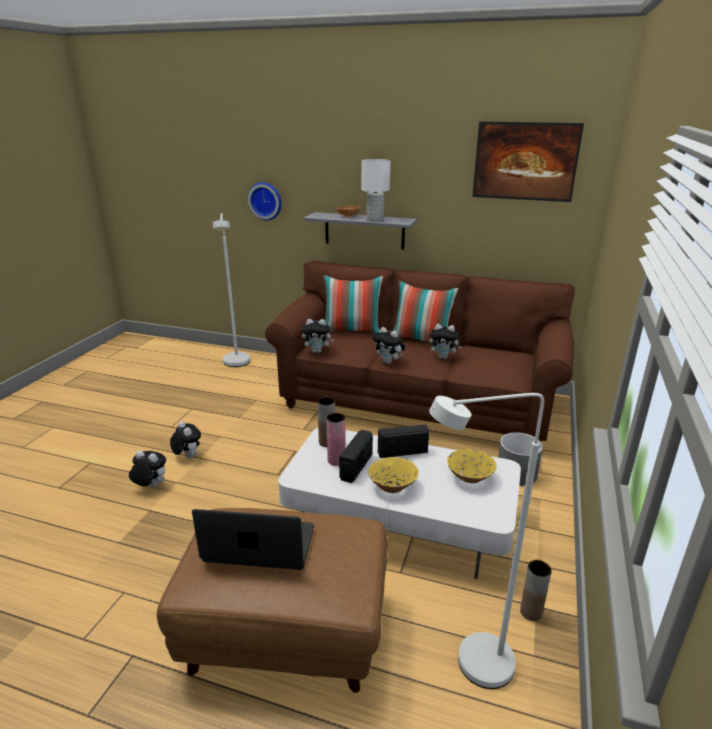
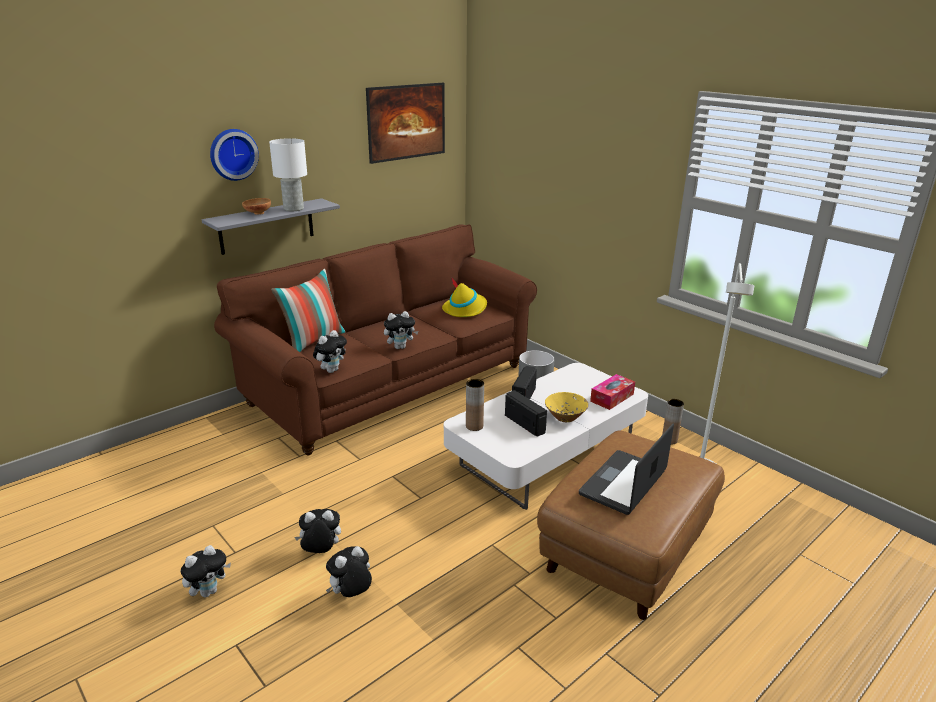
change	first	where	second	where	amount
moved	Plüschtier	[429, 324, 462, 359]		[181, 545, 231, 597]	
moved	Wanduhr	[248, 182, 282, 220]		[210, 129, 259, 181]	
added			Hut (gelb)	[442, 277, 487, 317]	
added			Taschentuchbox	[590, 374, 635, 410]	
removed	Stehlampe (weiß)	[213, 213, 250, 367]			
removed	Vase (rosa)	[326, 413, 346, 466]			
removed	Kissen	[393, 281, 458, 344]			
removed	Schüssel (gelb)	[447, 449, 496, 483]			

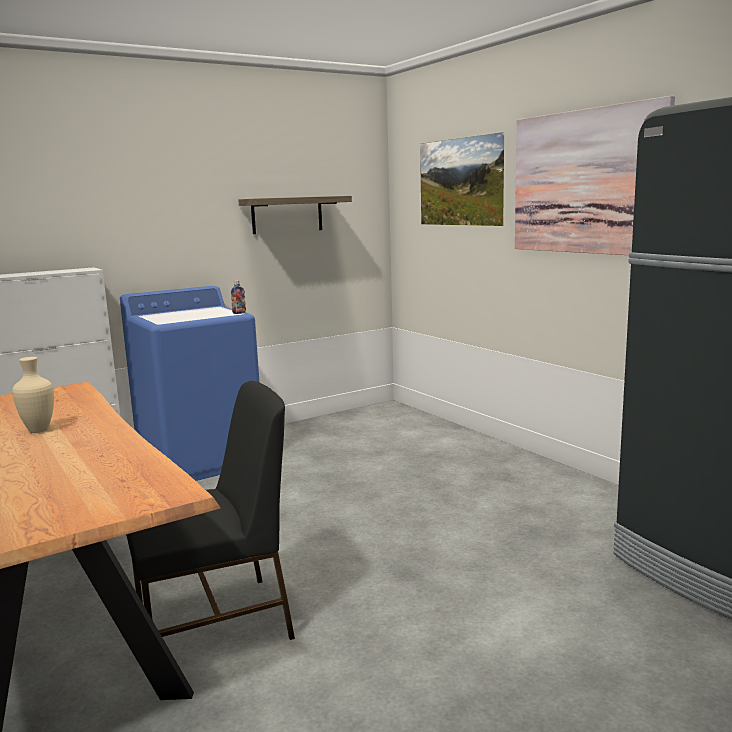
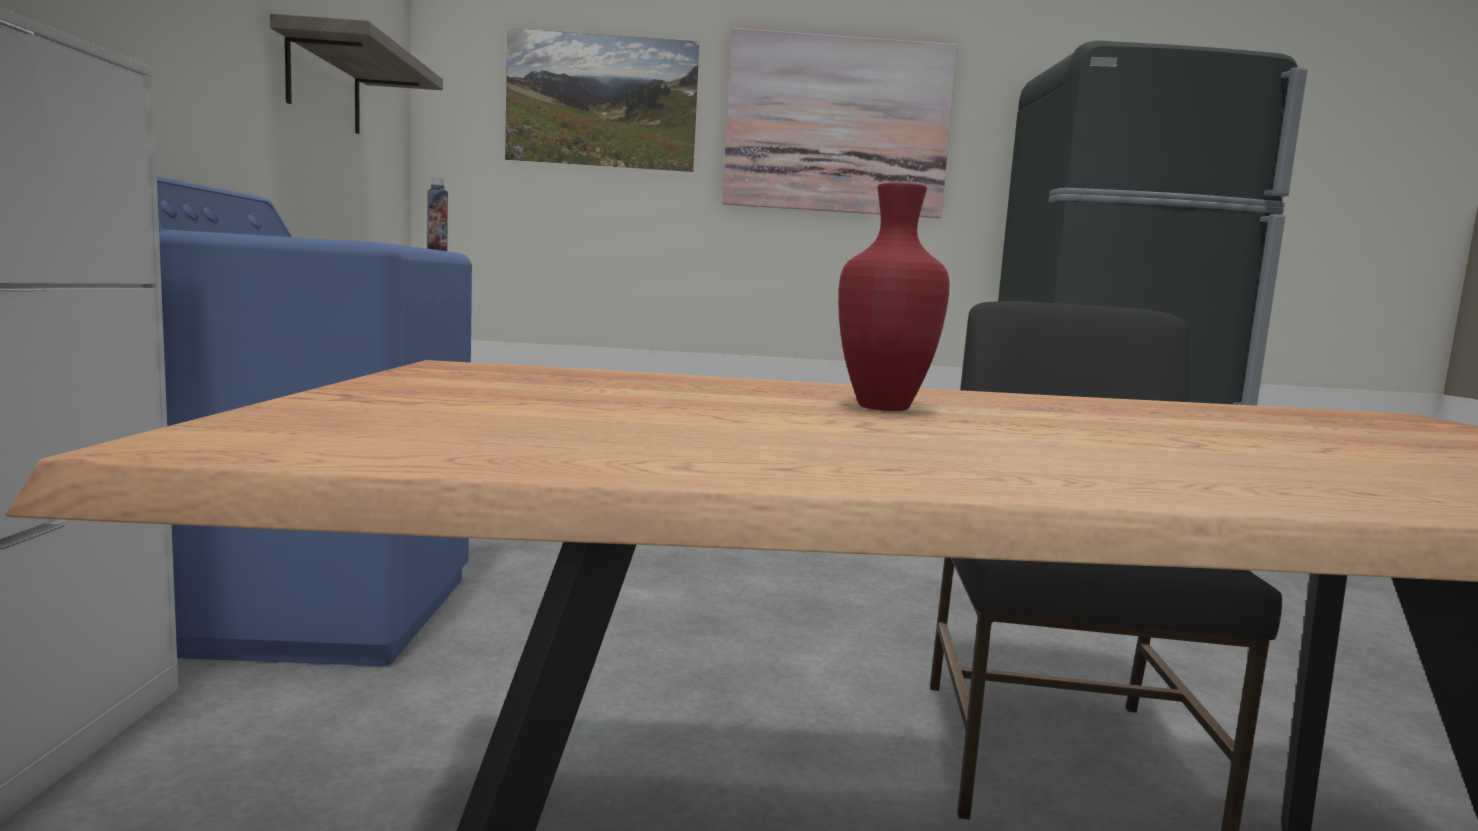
change	first	where	second	where	amount
recoloured	Vase (beige)	[12, 357, 54, 433]	Vase (rot)	[838, 183, 950, 411]	

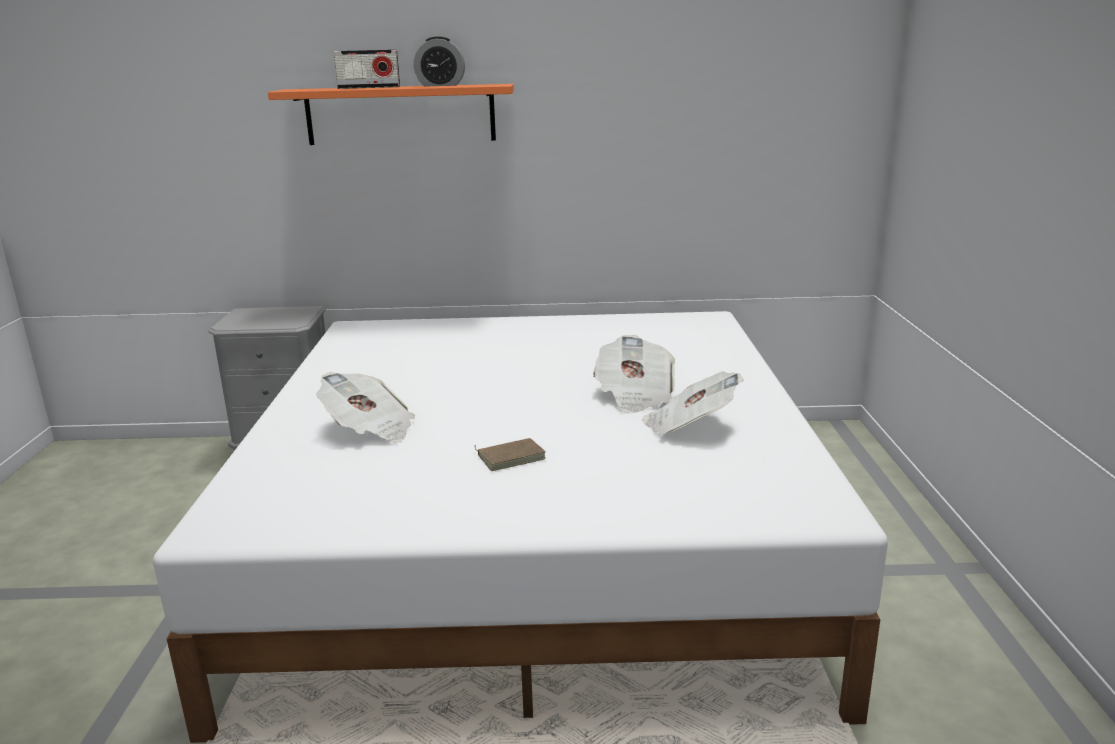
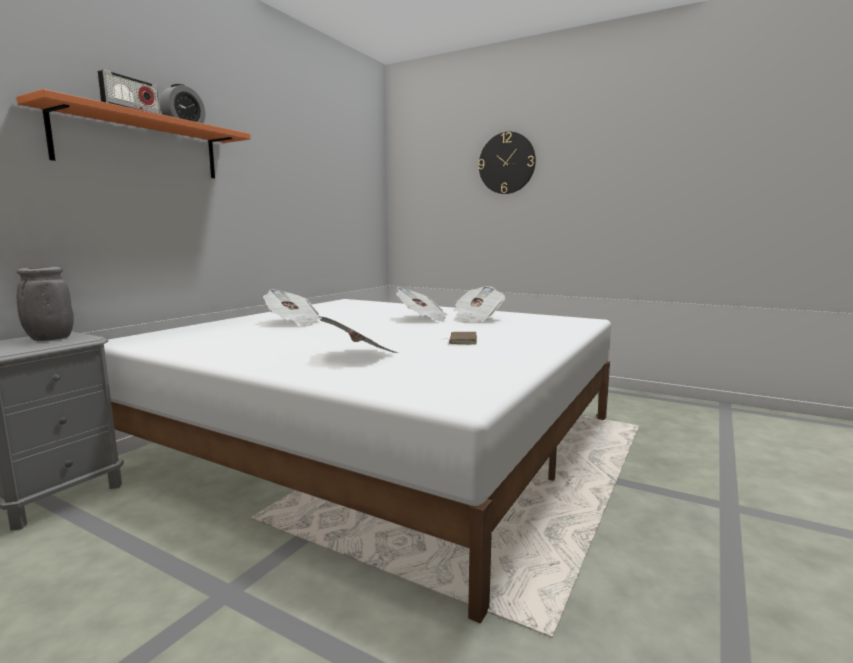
change	first	where	second	where	amount
added			Vase (grau)	[17, 267, 74, 341]	
added			Zeitung	[263, 289, 322, 327]	
added			Wanduhr	[478, 132, 536, 194]	

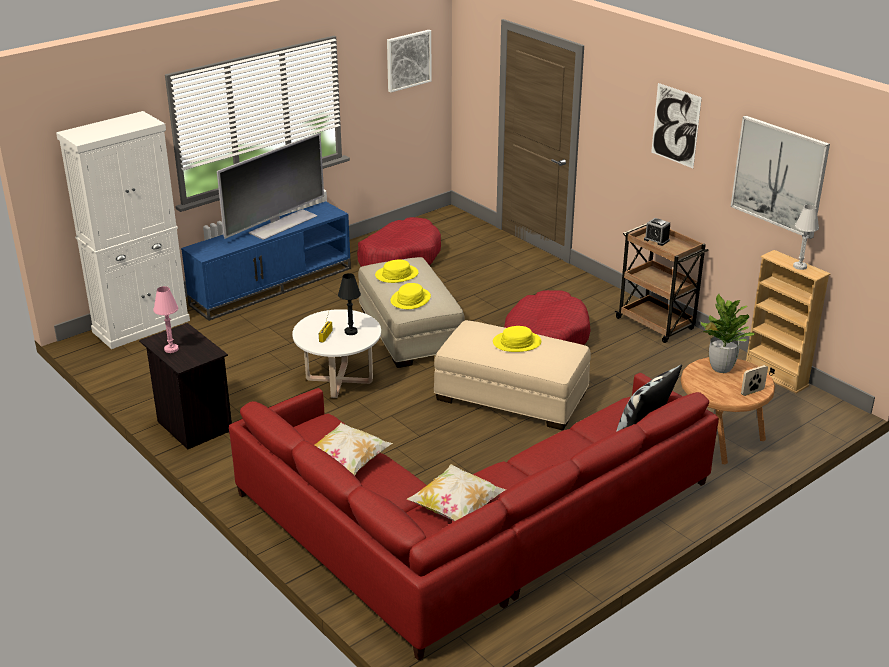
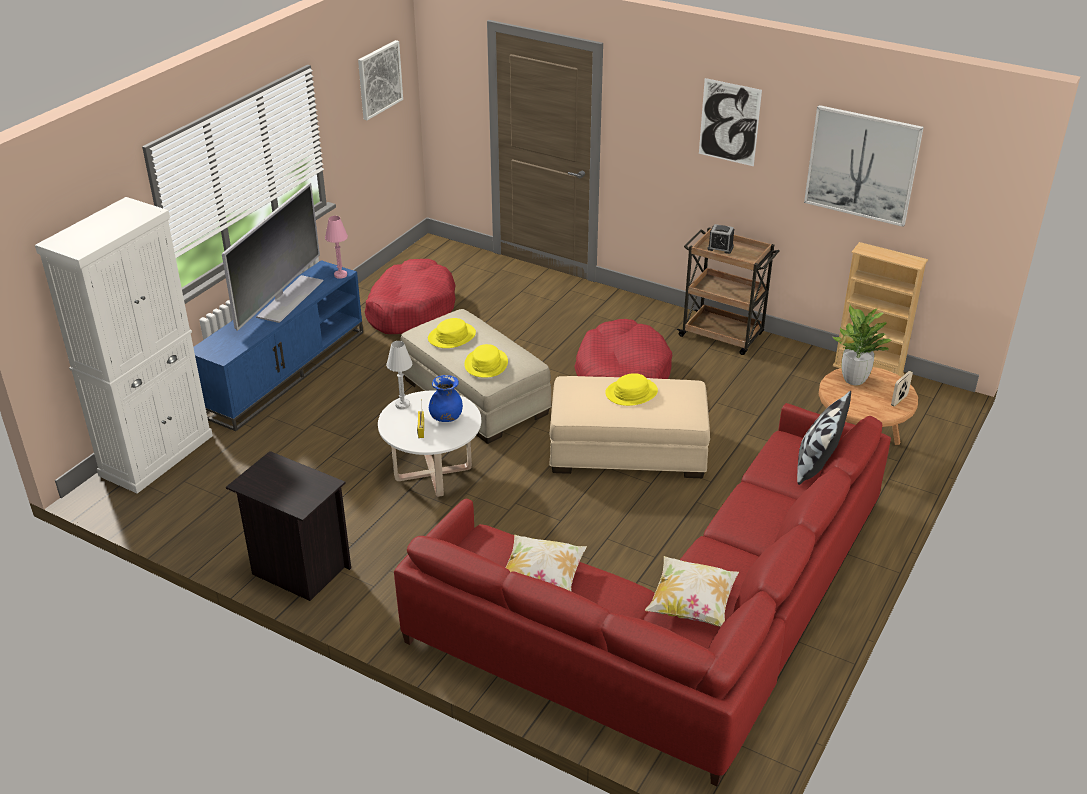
change	first	where	second	where	amount
moved	Tischlampe (rosa)	[153, 286, 179, 353]		[325, 216, 348, 279]	
moved	Tischlampe (weiß)	[793, 205, 819, 270]		[386, 341, 412, 409]	
replaced	Tischlampe (schwarz)	[338, 273, 361, 335]	Vase (blau)	[429, 375, 463, 422]	

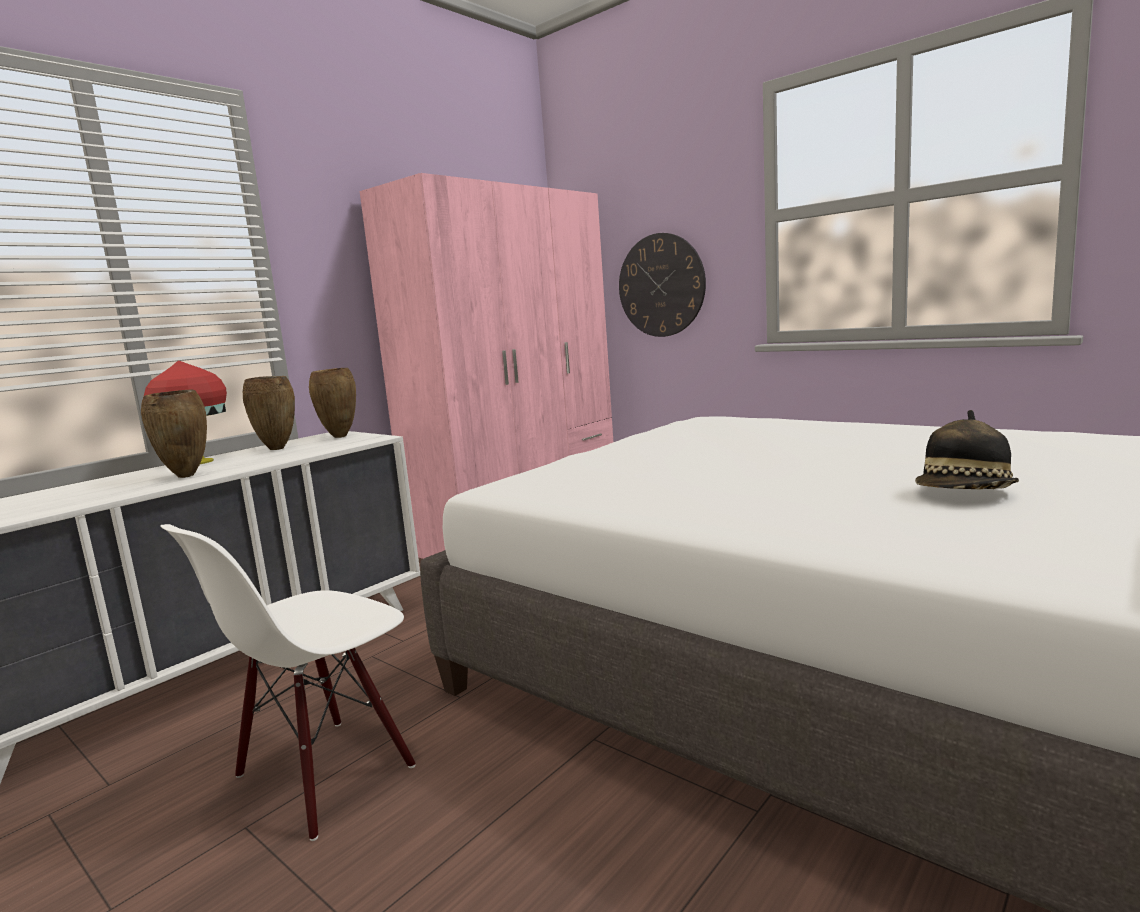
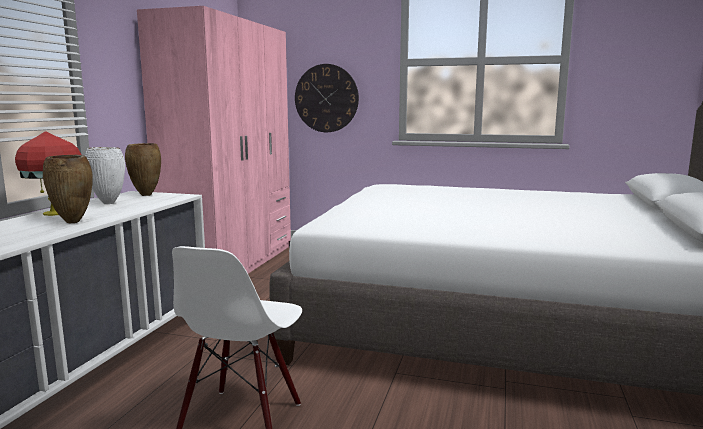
change	first	where	second	where	amount
recoloured	Vase (braun)	[243, 376, 295, 450]	Vase (weiß)	[85, 147, 125, 204]	
removed	Hut	[915, 410, 1019, 489]			

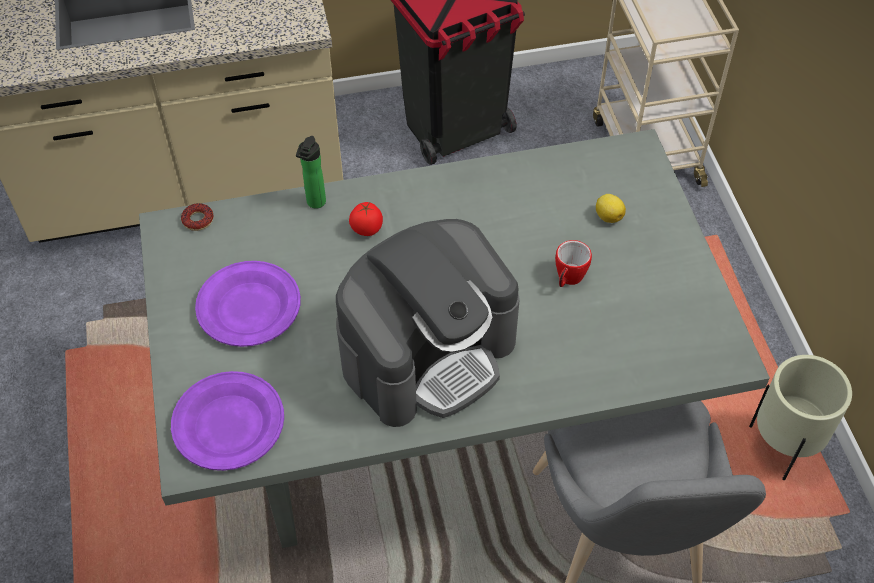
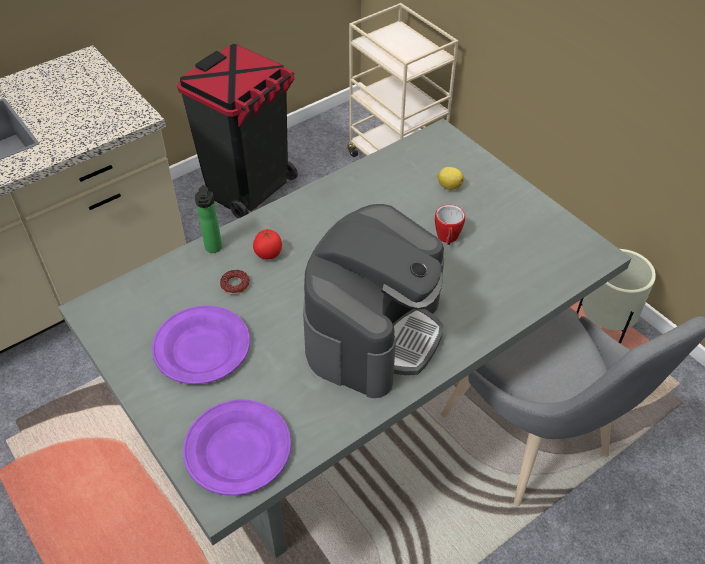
change	first	where	second	where	amount
moved	Donut	[181, 203, 213, 231]		[220, 270, 250, 295]	

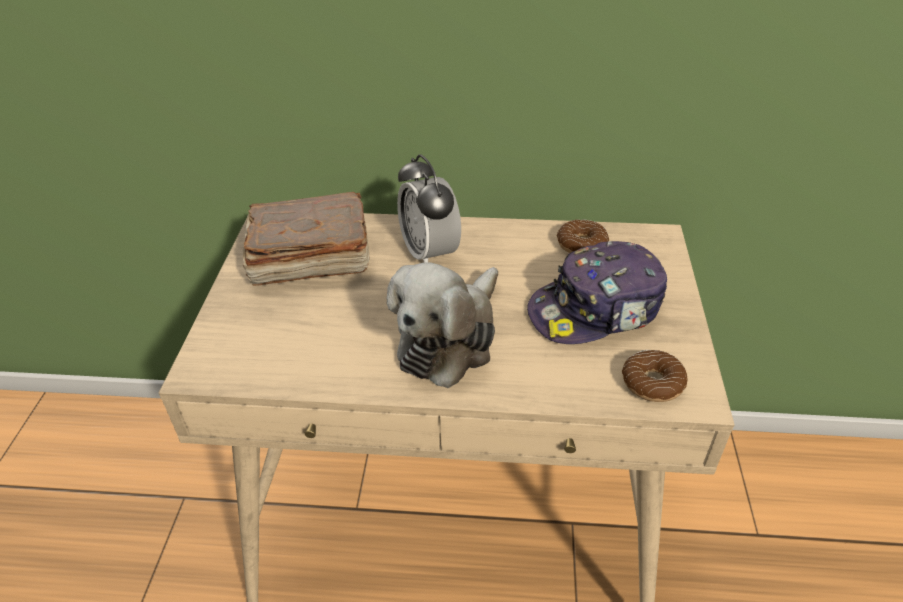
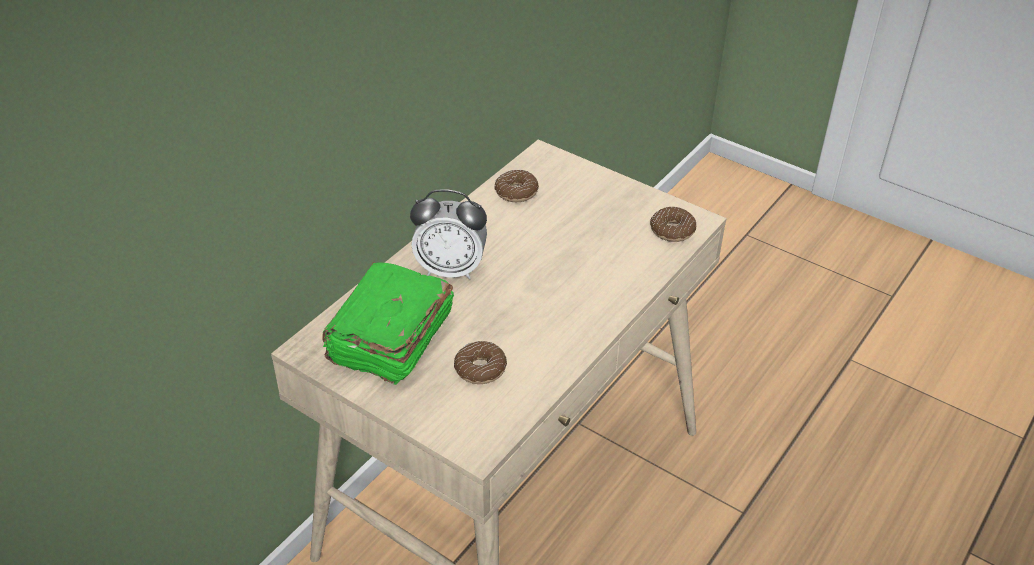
change	first	where	second	where	amount
recoloured	Buch (braun)	[243, 192, 370, 286]	Buch (grün)	[323, 262, 454, 385]	
added			Donut	[454, 341, 507, 384]	
removed	Plüschtier	[387, 262, 498, 388]			
removed	Kappe	[527, 241, 667, 344]			

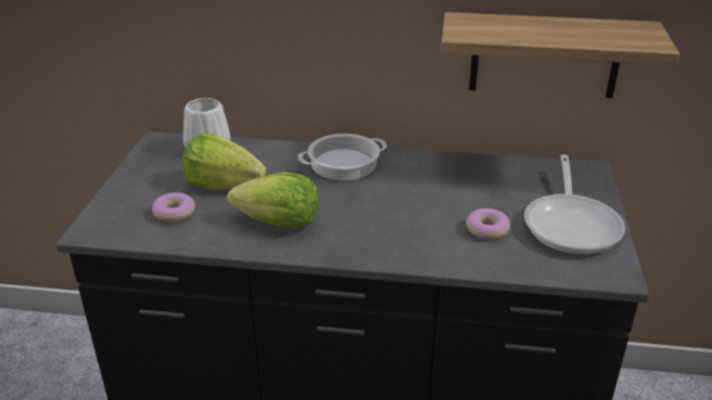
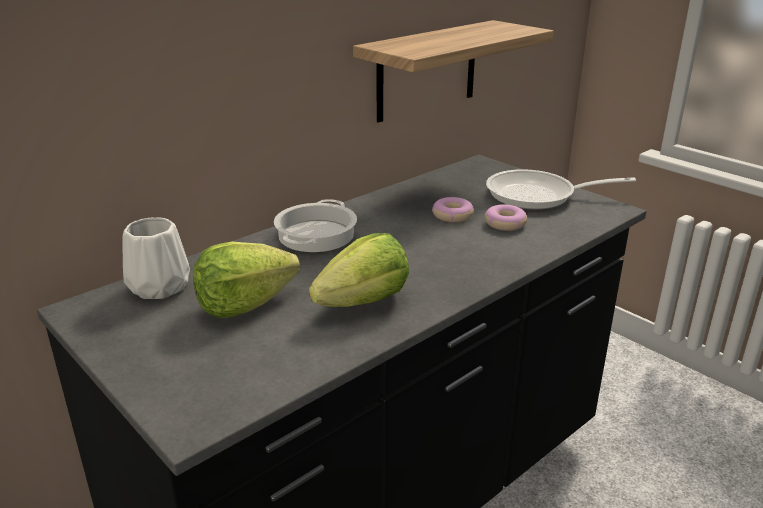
change	first	where	second	where	amount
moved	Donut	[152, 192, 195, 222]		[432, 197, 474, 222]	
turned	Pfanne	[524, 154, 625, 255]		[486, 169, 636, 210]	135 degrees clockwise

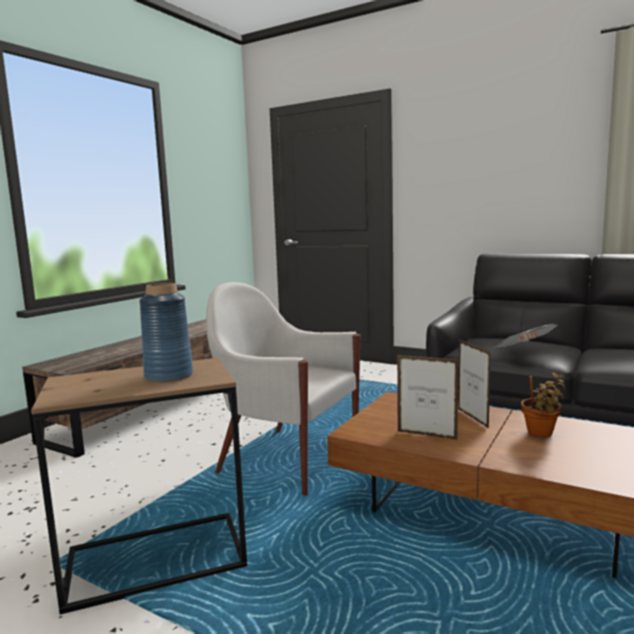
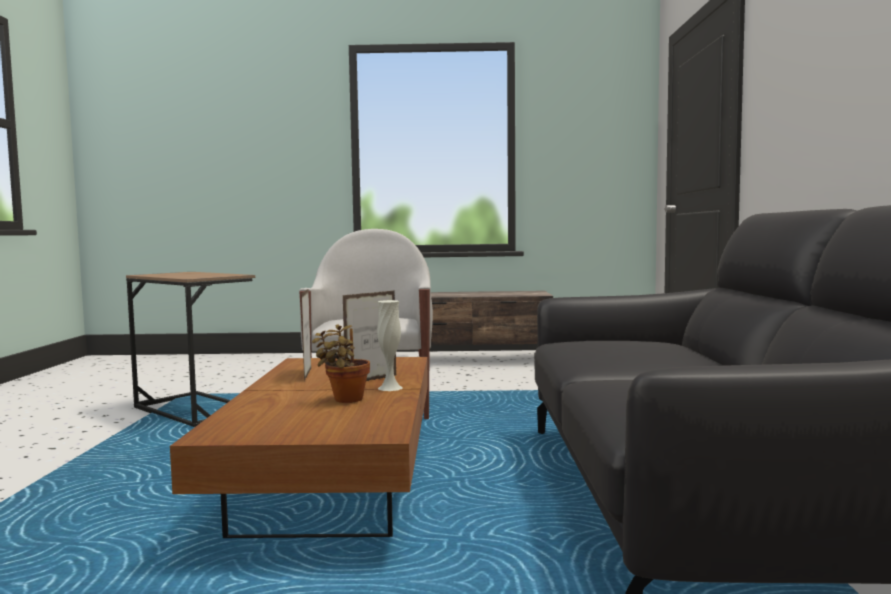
change	first	where	second	where	amount
added			Vase (weiß)	[377, 300, 403, 391]	
removed	Vase (blau)	[139, 283, 193, 383]			
removed	Zeitung	[493, 324, 558, 348]			

